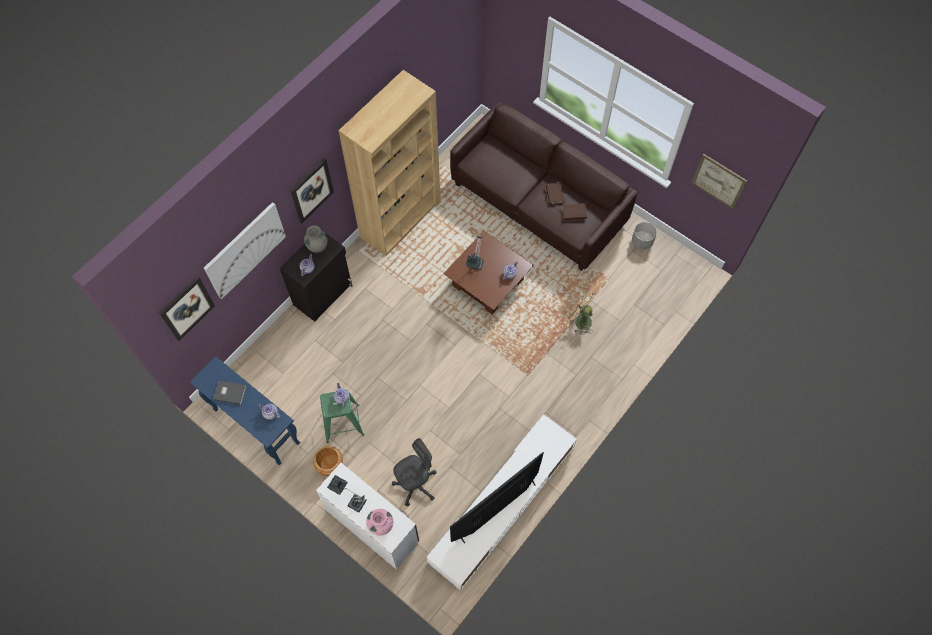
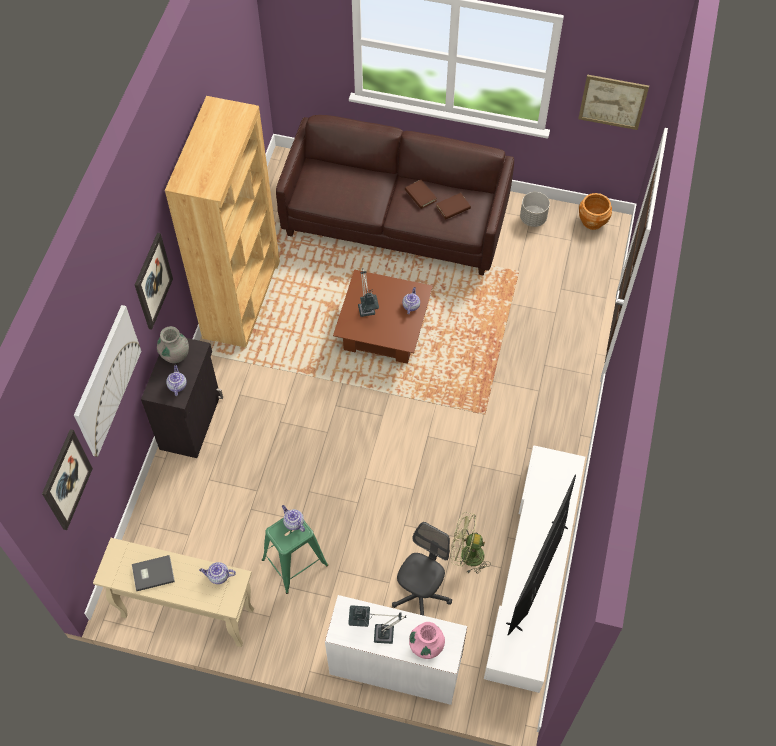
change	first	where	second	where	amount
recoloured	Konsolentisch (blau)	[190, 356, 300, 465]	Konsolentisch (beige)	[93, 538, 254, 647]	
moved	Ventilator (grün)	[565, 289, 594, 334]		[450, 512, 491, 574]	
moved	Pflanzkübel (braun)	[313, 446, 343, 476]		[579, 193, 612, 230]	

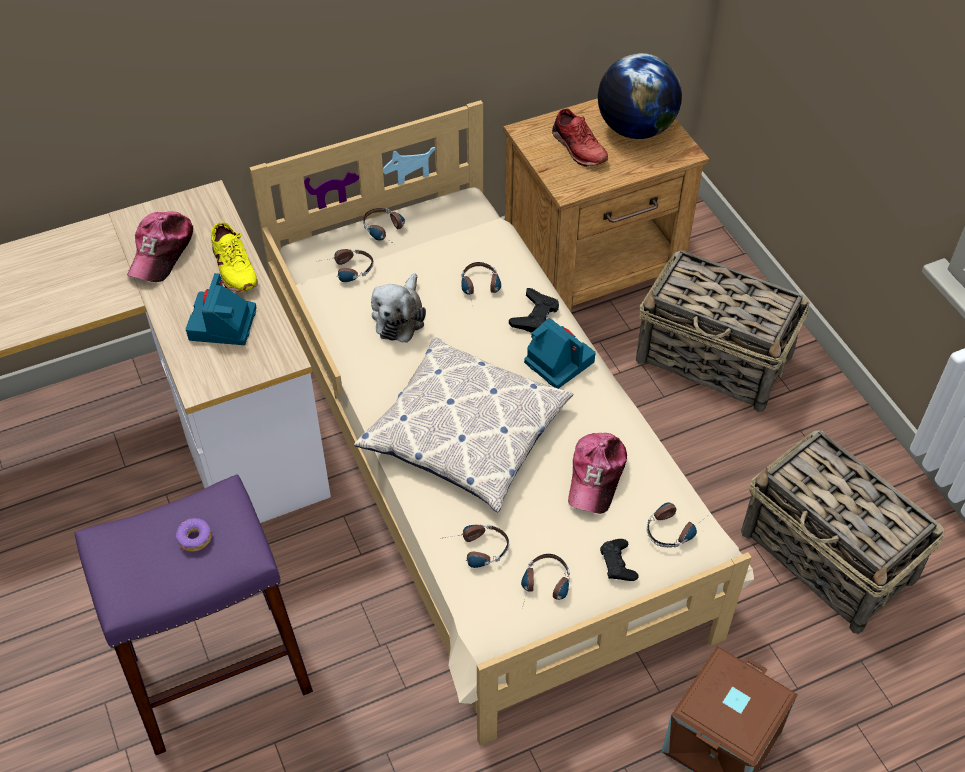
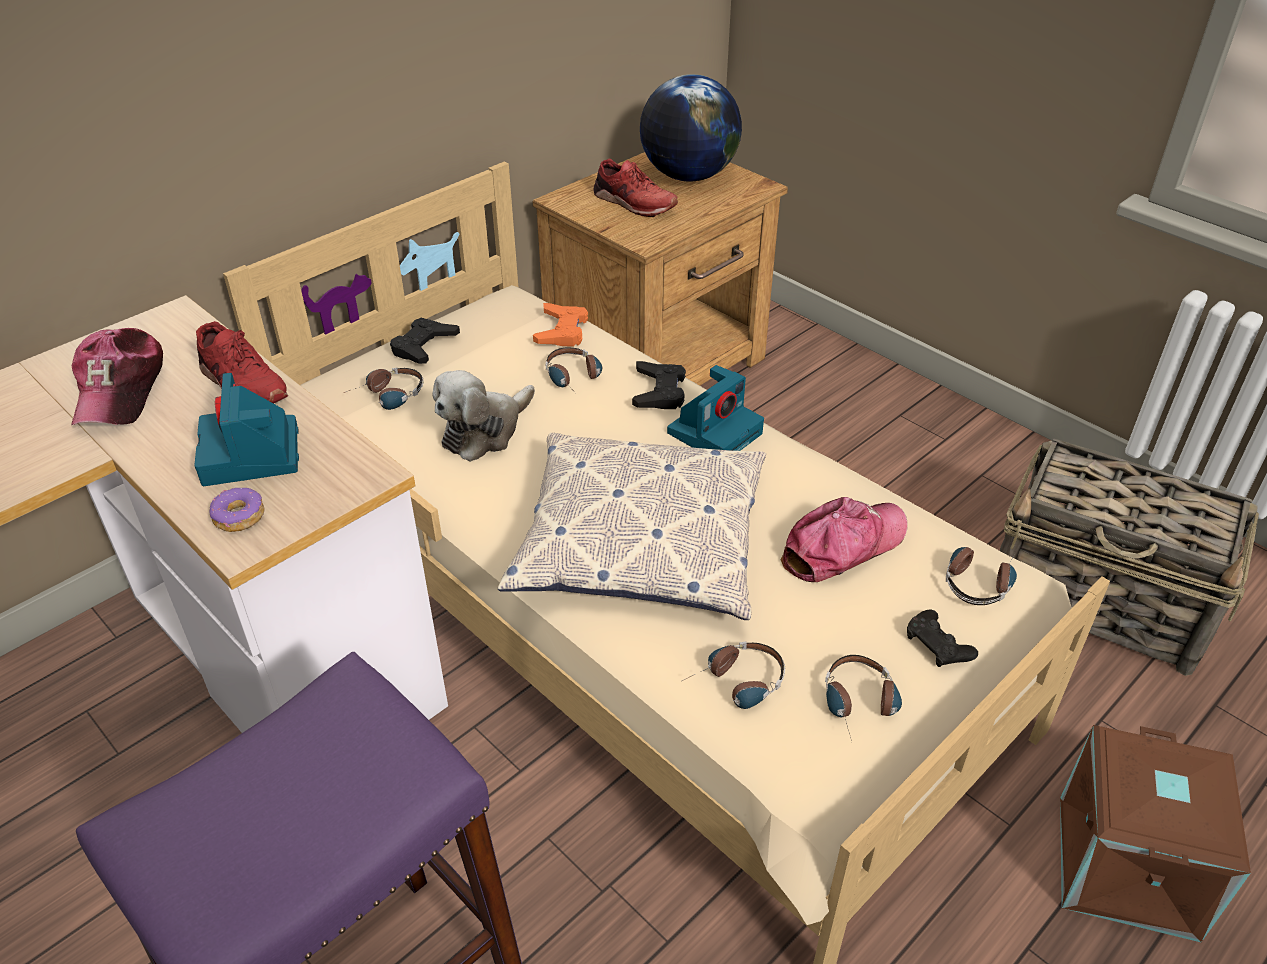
change	first	where	second	where	amount
recoloured	Schuh (gelb)	[211, 222, 258, 292]	Schuh (rot)	[196, 321, 288, 404]	
moved	Donut	[176, 518, 211, 552]		[210, 488, 265, 532]	
replaced	Kopfhörer	[363, 208, 405, 244]	Gamepad (schwarz)	[390, 318, 460, 364]	
turned	Plüschtier	[371, 273, 426, 343]		[432, 370, 535, 462]	45 degrees clockwise
added			Gamepad (orange)	[533, 303, 588, 347]	
turned	Kamera	[524, 318, 596, 389]		[667, 365, 764, 451]	105 degrees clockwise
turned	Kappe	[568, 433, 627, 514]		[780, 497, 908, 582]	120 degrees counterclockwise
removed	Korb	[636, 250, 810, 413]			

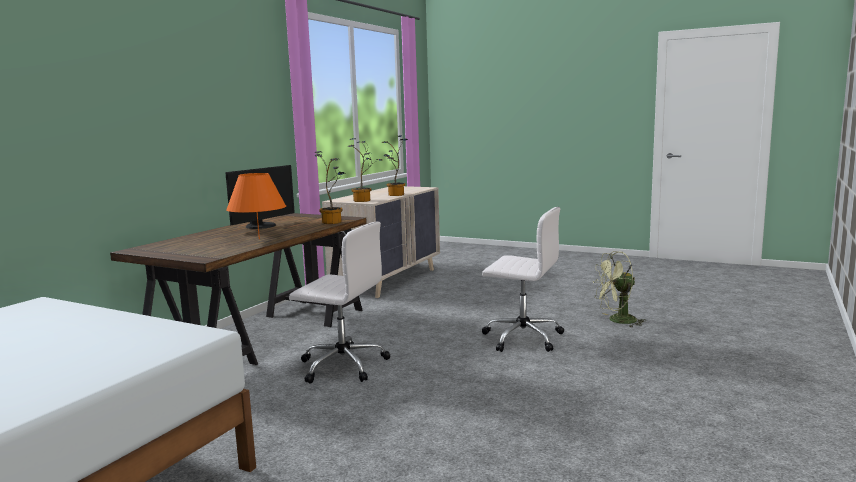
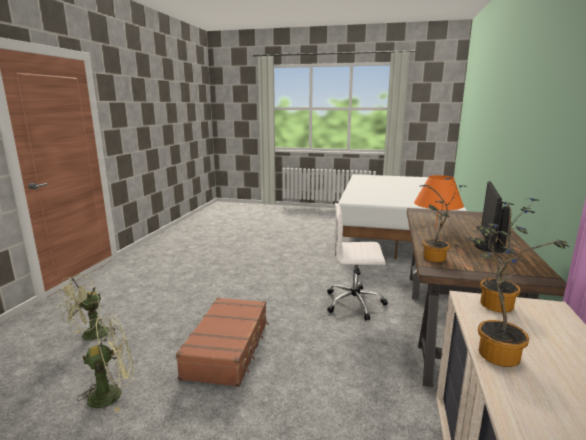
change	first	where	second	where	amount
added			Ventilator (grün)	[57, 274, 117, 341]	
replaced	Bürostuhl (weiß)	[482, 207, 564, 352]	Koffer (braun)	[176, 297, 269, 387]	

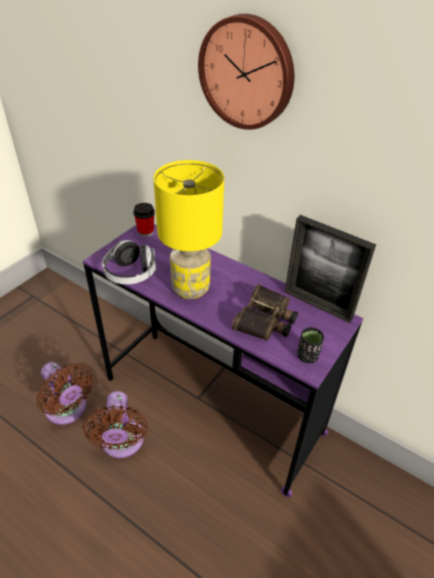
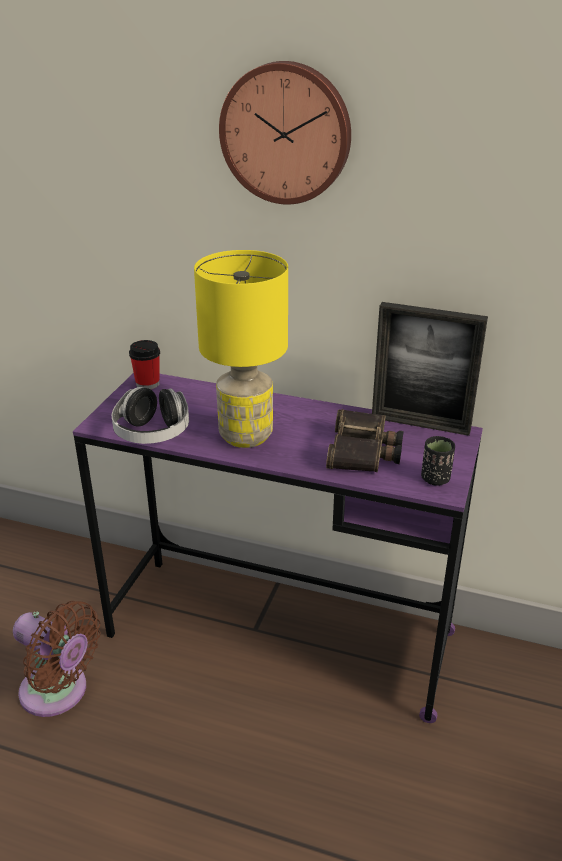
change	first	where	second	where	amount
removed	Ventilator (braun)	[82, 391, 148, 458]			

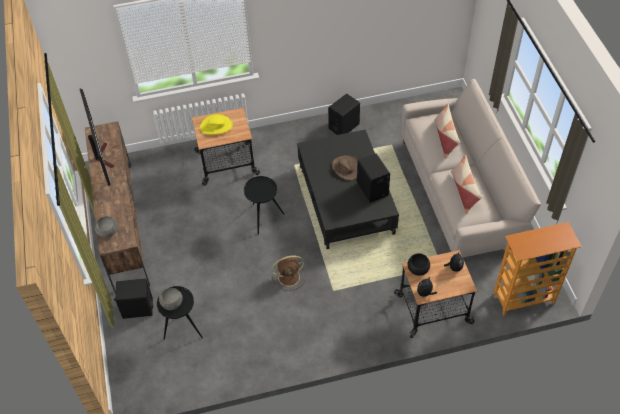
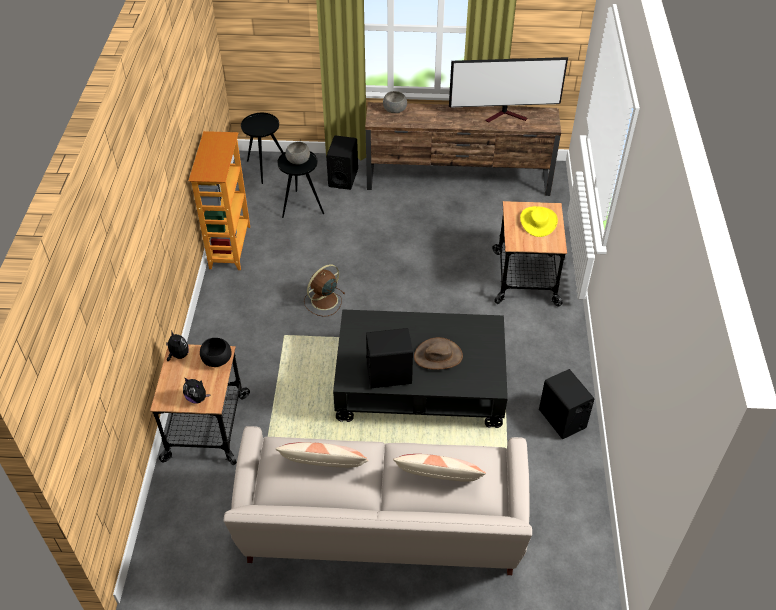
change	first	where	second	where	amount
moved	Bücherregal	[493, 222, 582, 316]		[189, 131, 250, 270]	
moved	Beistelltisch (schwarz)	[244, 176, 284, 235]		[241, 113, 284, 184]	
turned	Ventilator (braun)	[271, 255, 306, 291]		[304, 264, 345, 317]	45 degrees clockwise

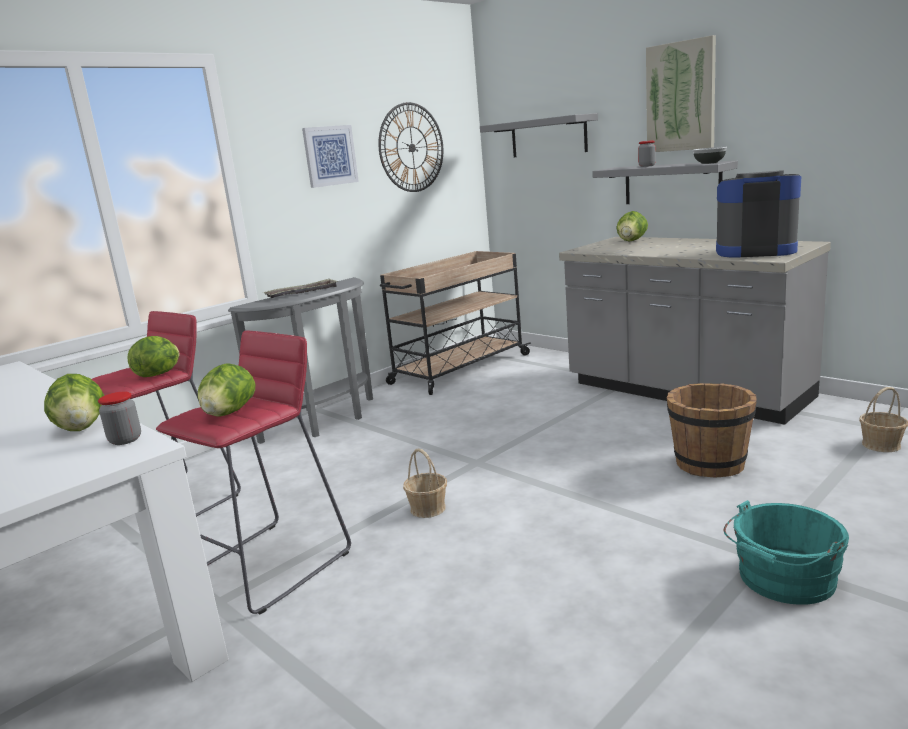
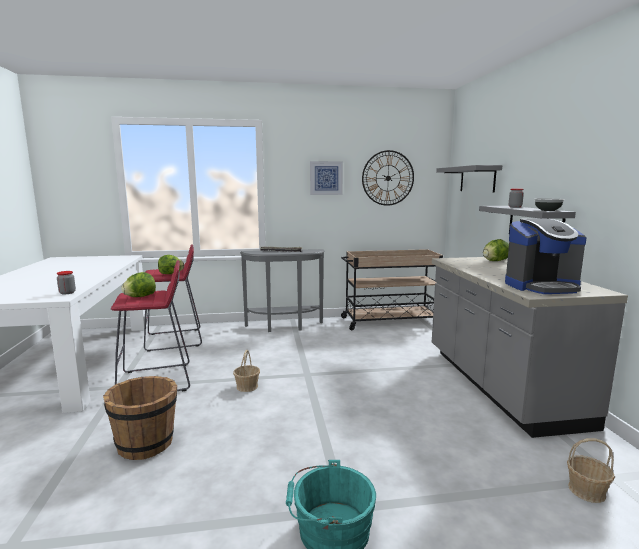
change	first	where	second	where	amount
moved	Eimer (braun)	[667, 383, 757, 478]		[103, 376, 177, 460]	
turned	Kaffeemaschine	[716, 170, 801, 258]		[505, 218, 587, 294]	120 degrees clockwise
removed	Salatkopf	[44, 374, 104, 431]			
removed	Bild	[646, 35, 716, 152]			

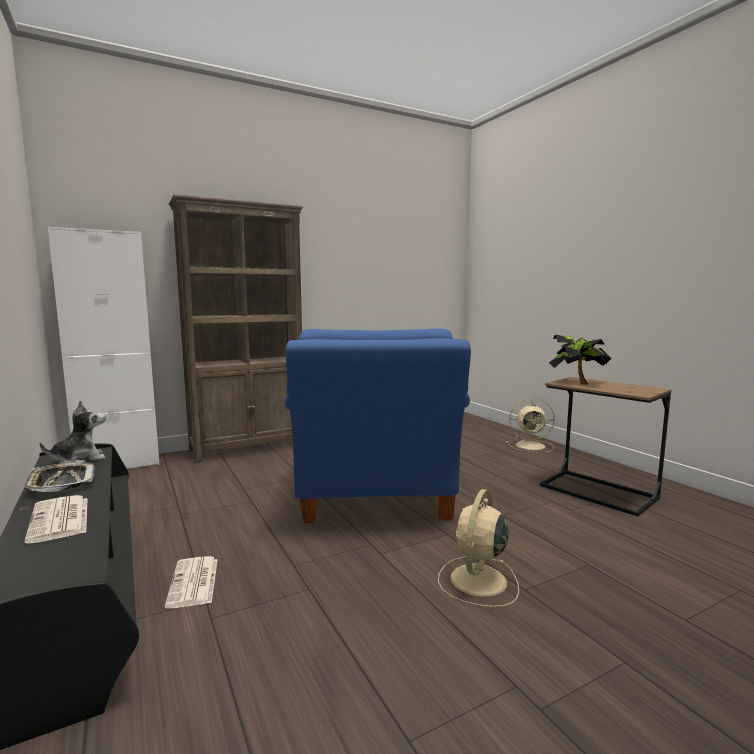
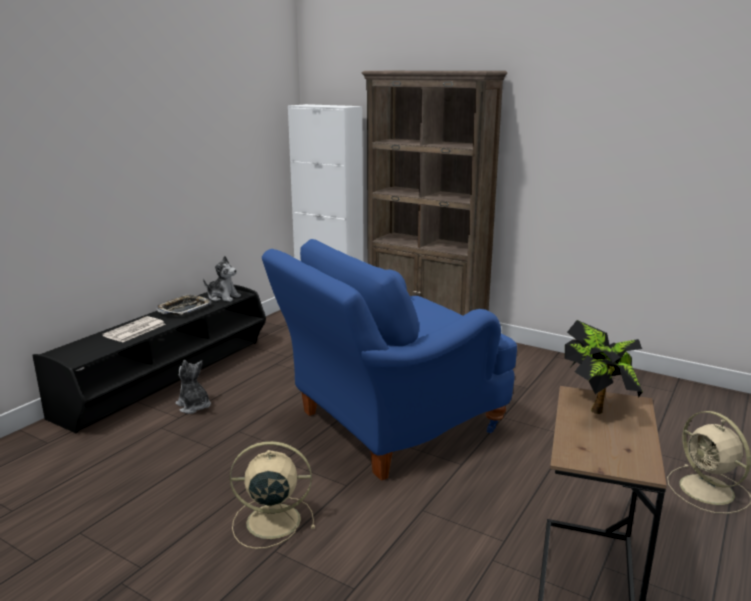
change	first	where	second	where	amount
replaced	Zeitung	[165, 556, 218, 609]	Plüschtier	[176, 360, 211, 414]	

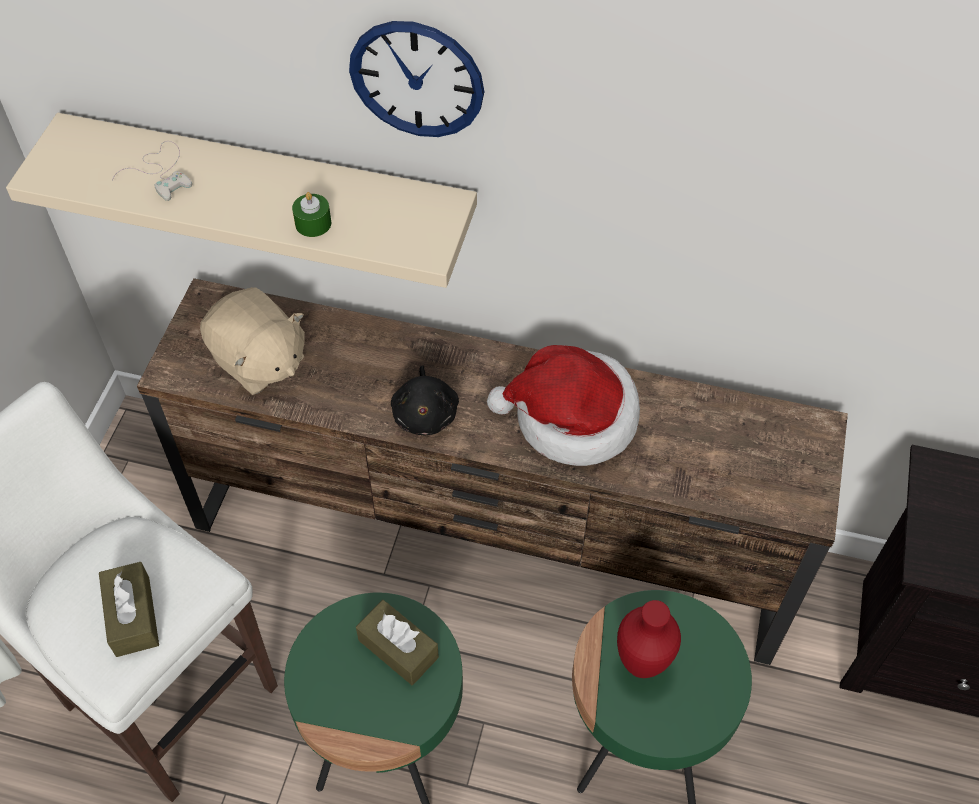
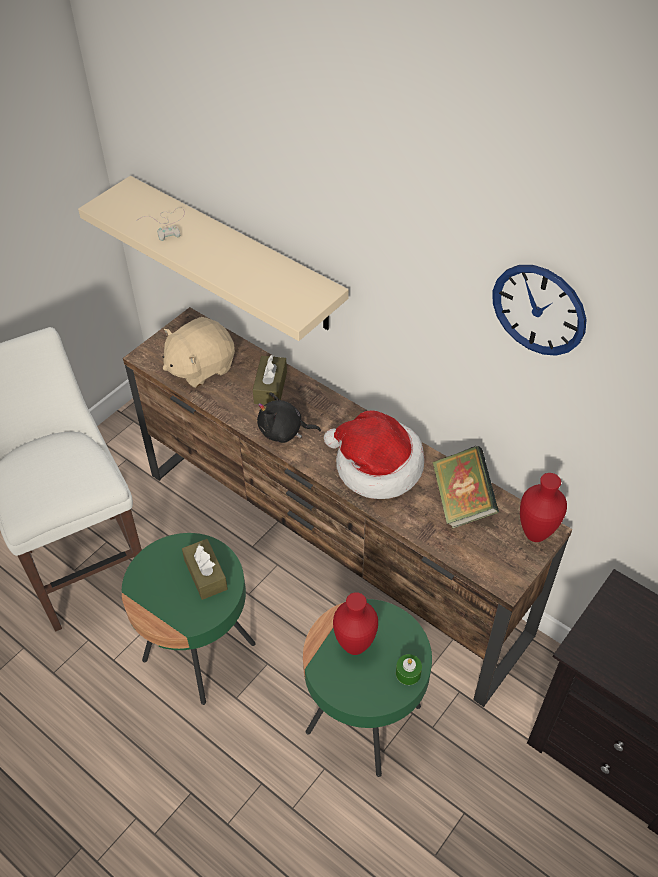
change	first	where	second	where	amount
turned	Plüschtier (beige)	[200, 287, 305, 395]		[163, 317, 235, 388]	75 degrees clockwise
moved	Taschentuchbox (braun)	[99, 562, 159, 657]		[253, 355, 287, 405]	
turned	Plüschtier (schwarz)	[391, 365, 459, 436]		[257, 392, 321, 443]	75 degrees clockwise
moved	Kerze (grün)	[292, 192, 331, 237]		[396, 654, 422, 685]	
added			Buch	[432, 446, 499, 529]	
moved	Wanduhr	[349, 21, 484, 137]		[493, 265, 587, 356]	
added			Vase (rot)	[520, 473, 567, 542]	

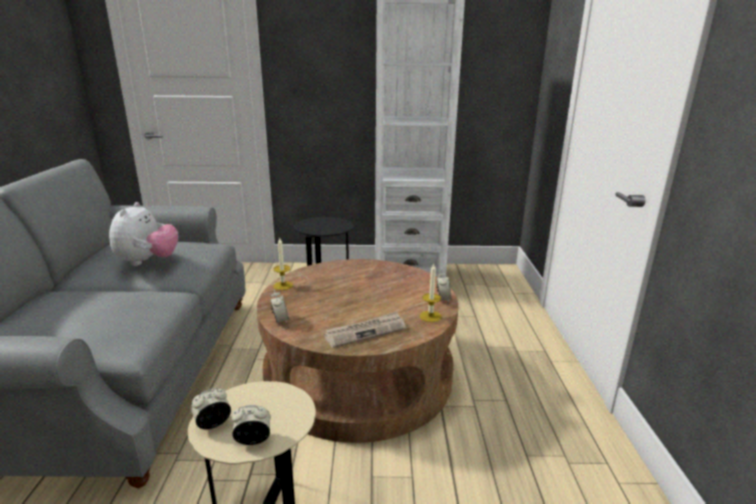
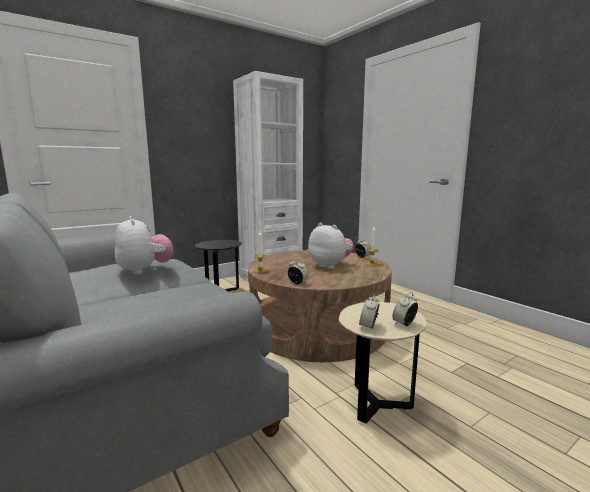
change	first	where	second	where	amount
added			Plüschtier	[308, 223, 354, 269]	
removed	Zeitung	[324, 312, 406, 348]			

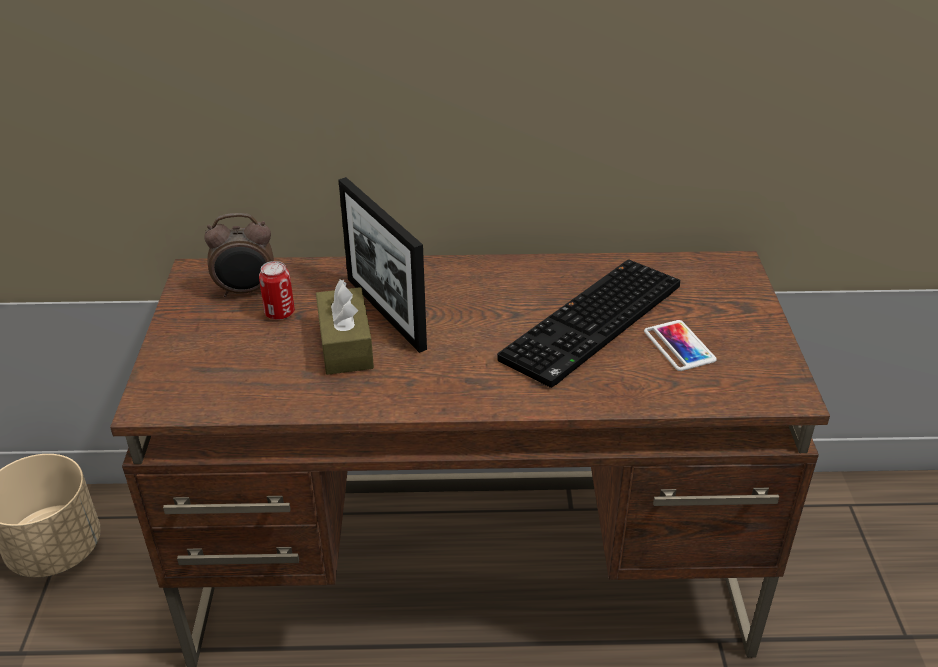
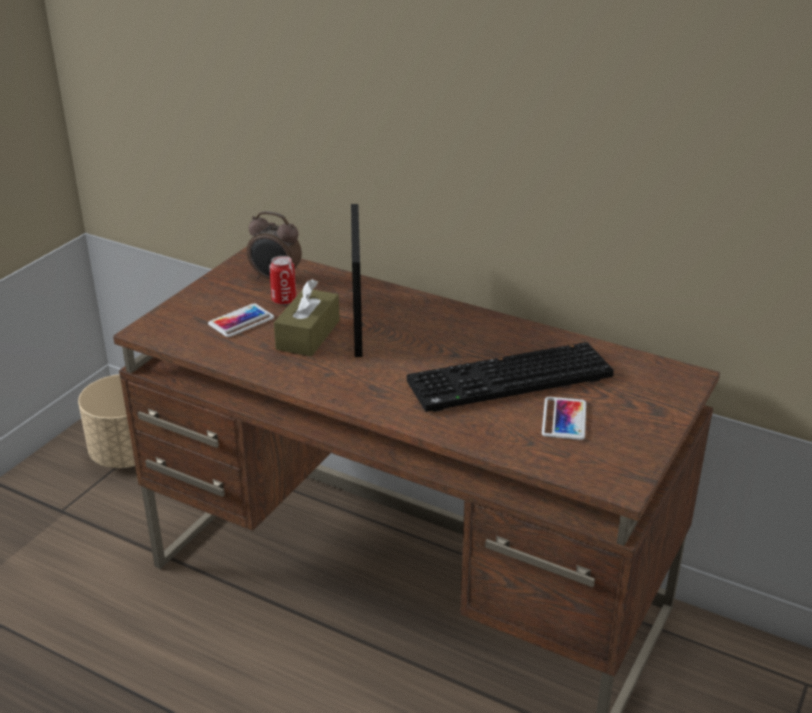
change	first	where	second	where	amount
added			Handy	[208, 304, 274, 337]	

